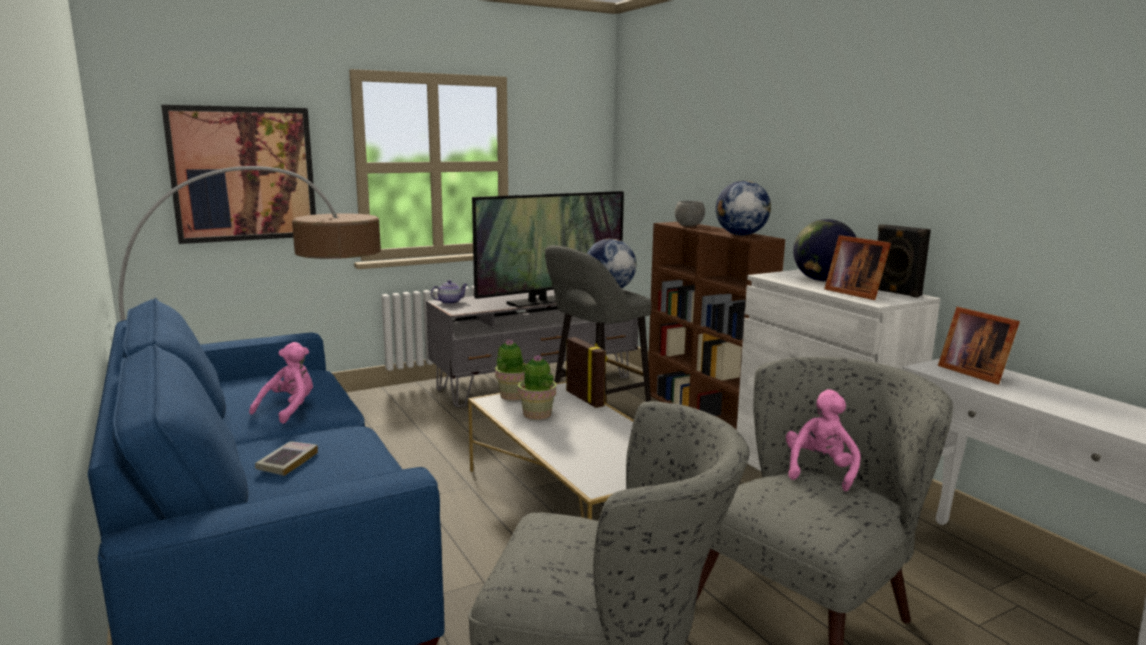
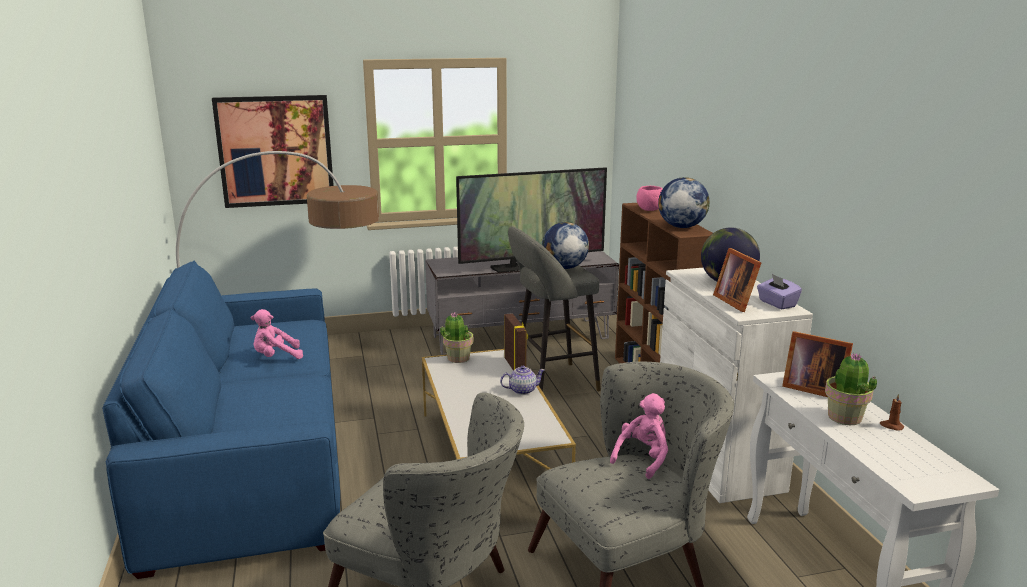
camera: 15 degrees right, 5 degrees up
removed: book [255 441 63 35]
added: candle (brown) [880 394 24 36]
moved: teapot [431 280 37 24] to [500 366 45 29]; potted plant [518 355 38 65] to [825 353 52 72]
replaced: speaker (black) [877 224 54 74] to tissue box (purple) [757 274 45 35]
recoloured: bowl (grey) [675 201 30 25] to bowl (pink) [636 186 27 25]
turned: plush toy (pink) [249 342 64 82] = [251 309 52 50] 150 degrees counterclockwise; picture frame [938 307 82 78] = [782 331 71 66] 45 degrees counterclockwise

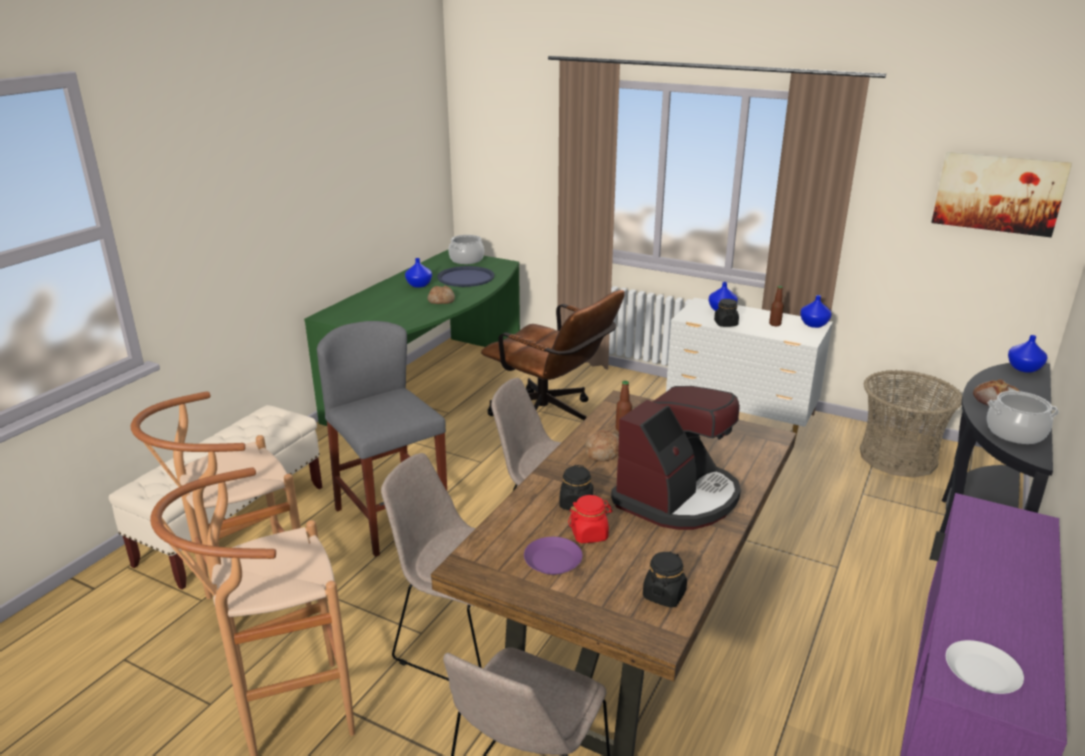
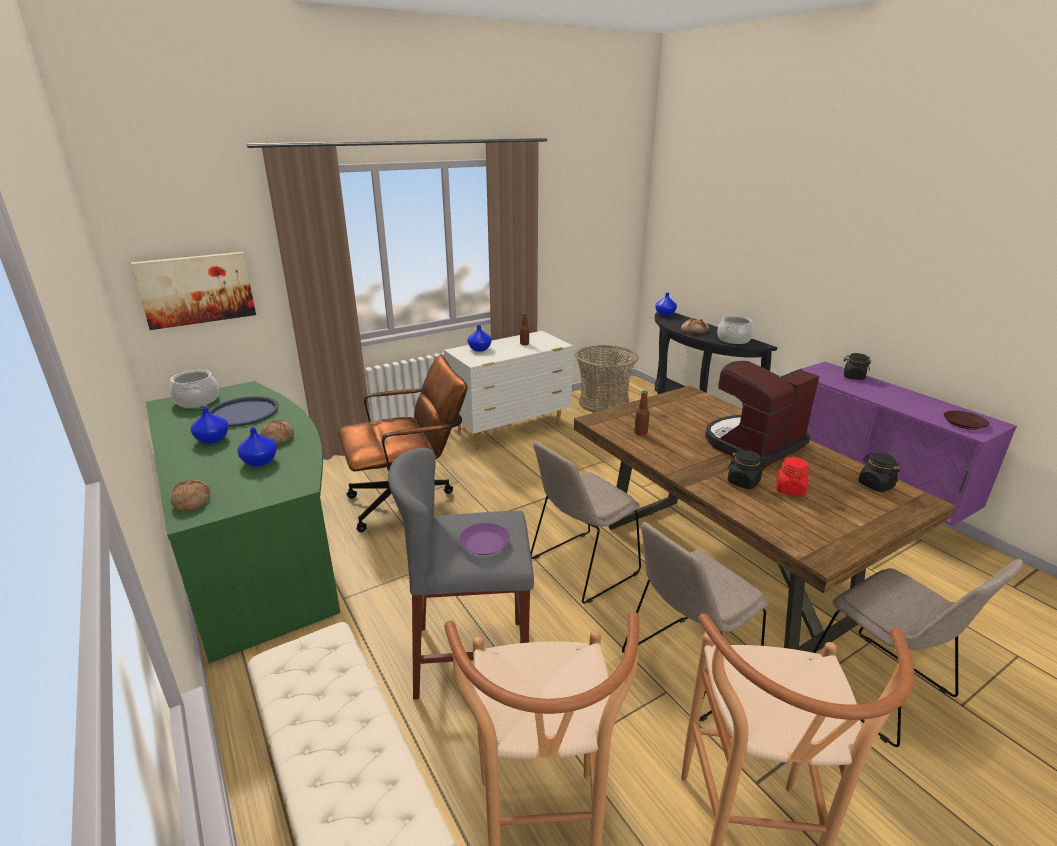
camera: 60 degrees left, 0 degrees up
moved: plate (purple) [524 537 58 38] to [459 523 51 32]; bread [585 430 34 32] to [171 479 39 32]; jar (black) [714 299 25 28] to [844 353 27 27]; vase (blue) [800 295 32 33] to [237 427 40 40]; picture [931 152 141 85] to [131 252 125 78]
recoloured: plate (white) [946 640 78 54] to plate (brown) [944 411 45 19]
turned: coffee machine [611 386 130 144] = [705 361 115 107] 105 degrees counterclockwise

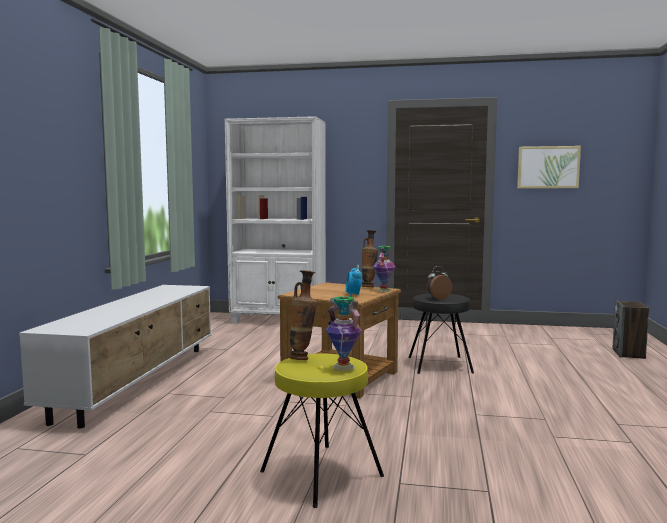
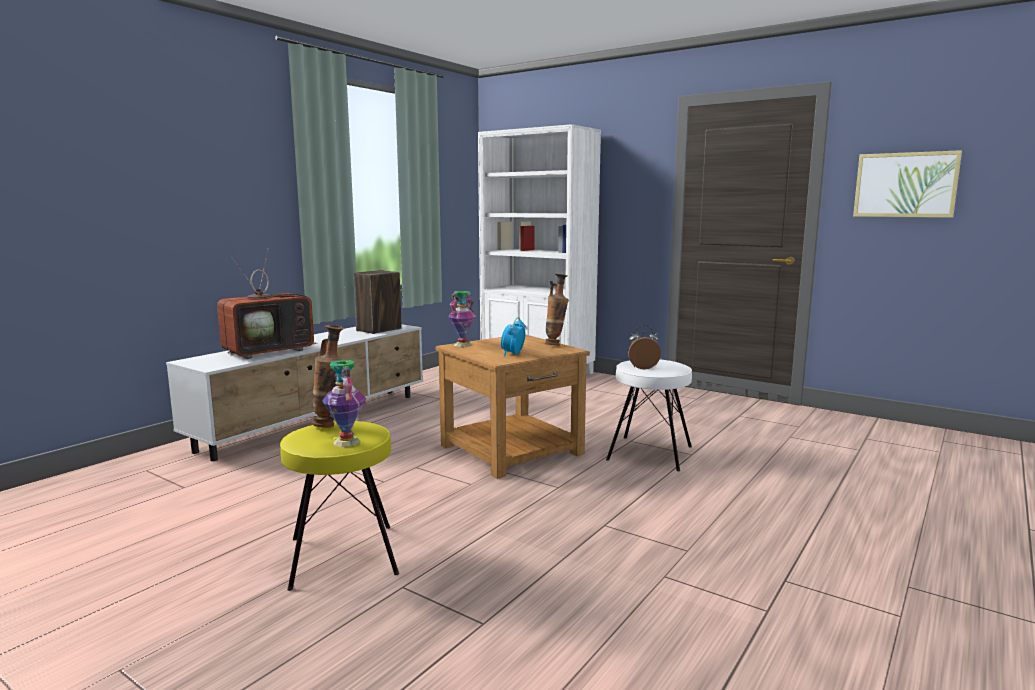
camera: 25 degrees right, 5 degrees up
added: television [217 248 101 111]
moved: vase [373 246 23 46] to [448 291 28 56]; speaker [612 300 37 59] to [353 270 49 64]
recoloured: stool (black) [408 293 66 81] to stool (white) [606 359 86 112]

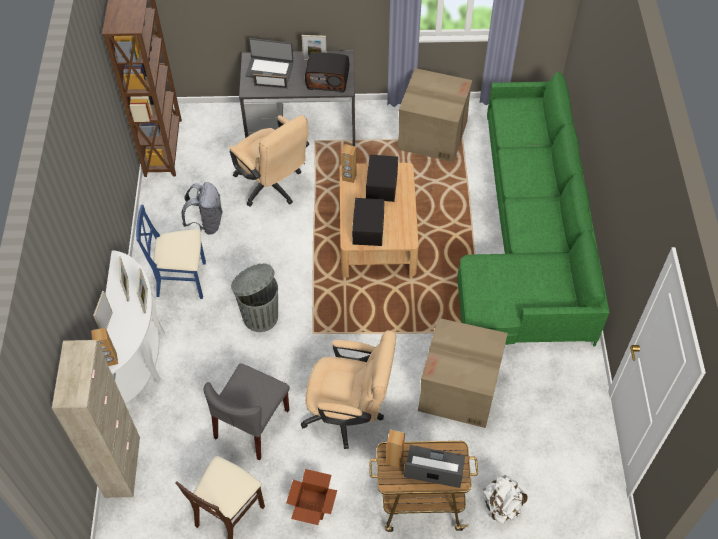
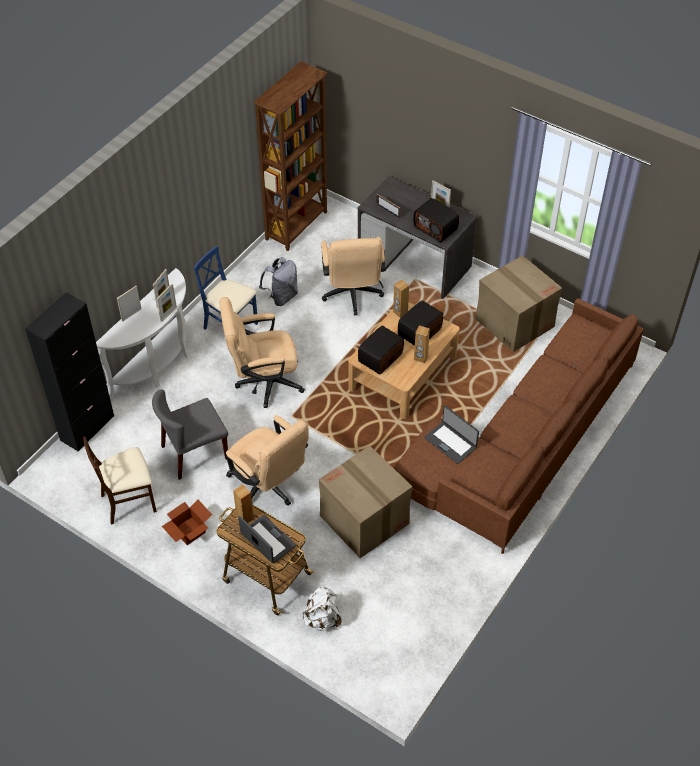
camera: 35 degrees right, 5 degrees down
moved: speaker (brown) [91 328 27 38] to [414 326 16 37]; laptop [245 38 48 44] to [424 405 55 59]
replaced: trash can (grey) [231 263 47 69] to office chair (beige) [219 297 86 111]
recoloured: cabinet (beige) [52 340 88 158] to cabinet (black) [25 292 89 160]; sofa (green) [457 72 152 275] to sofa (brown) [394 298 250 256]

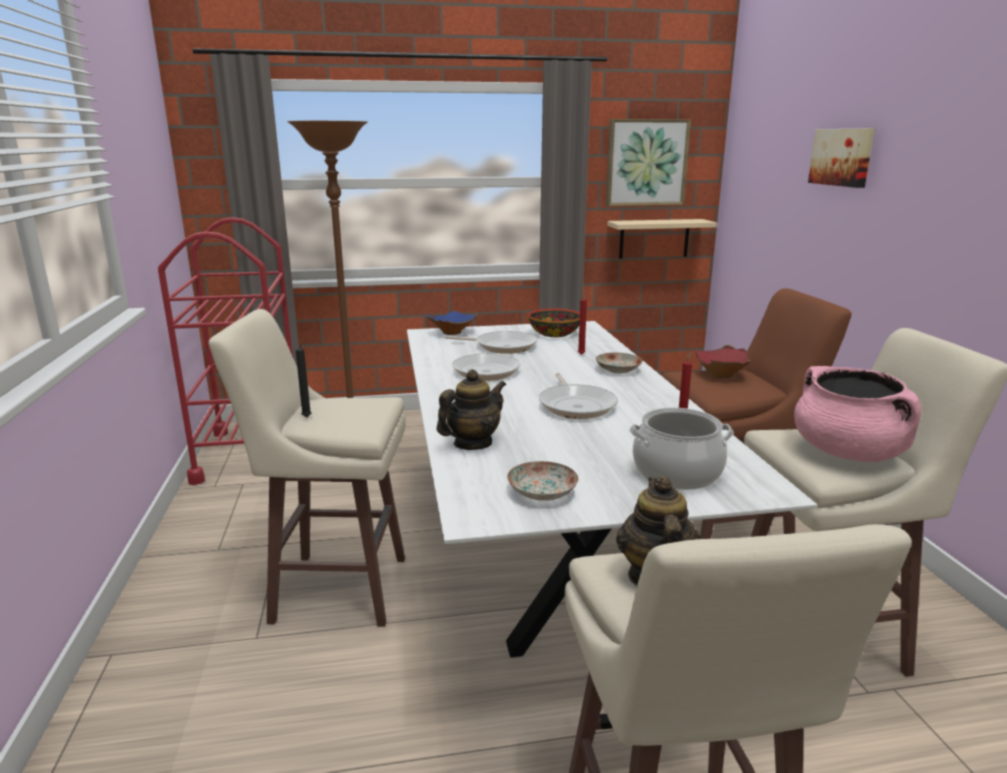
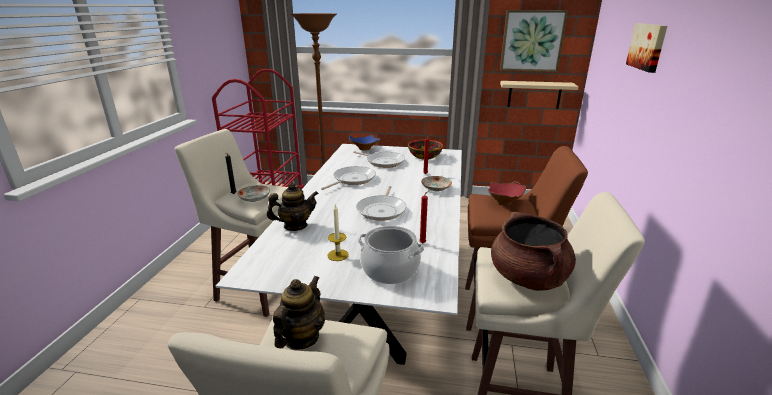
camera: 20 degrees right, 5 degrees up
added: candle [327 204 22 57]
moved: plate [507 461 72 40] to [237 185 33 17]
recoloured: cooking pot (pink) [794 366 127 96] to cooking pot (brown) [491 212 85 79]

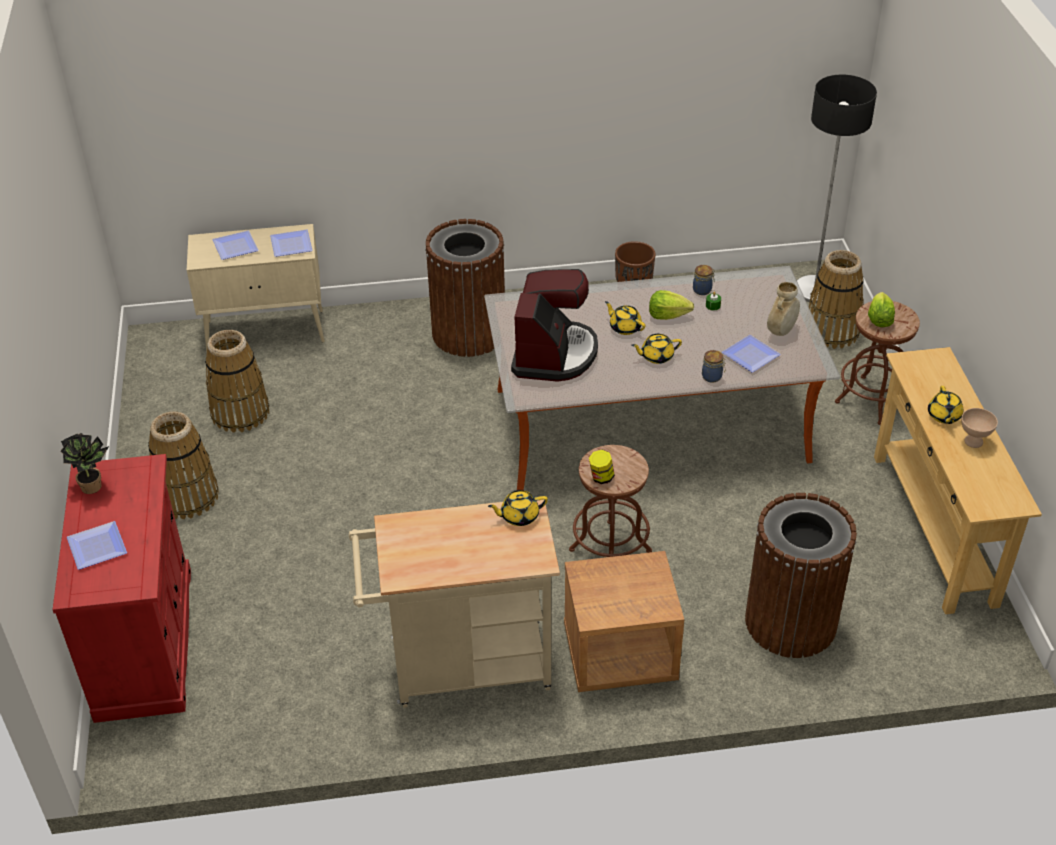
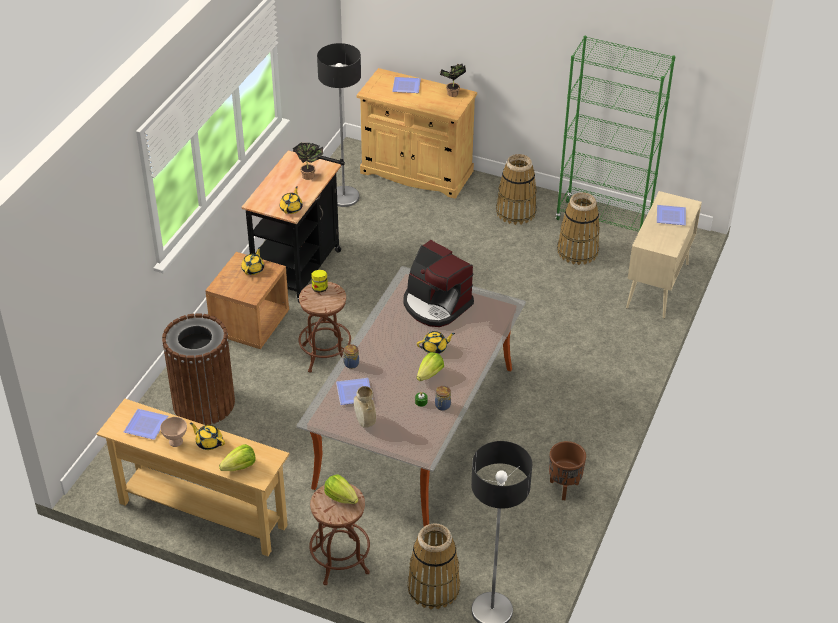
camera: 120 degrees right, 0 degrees up
removed: trash can (brown) [425 219 80 138]
added: lettuce [219 444 36 27]; potted plant [293 143 30 37]; floor lamp [317 43 44 164]; bookcase (green) [555 36 120 196]
moved: plate [270 230 43 27] to [124 409 44 31]; teapot (yellow) [631 334 51 30] to [241 247 23 28]
recoloured: cabinet (red) [52 454 139 269] to cabinet (beige) [356 68 121 131]; cart (beige) [349 500 211 208] to cart (black) [242 150 103 153]

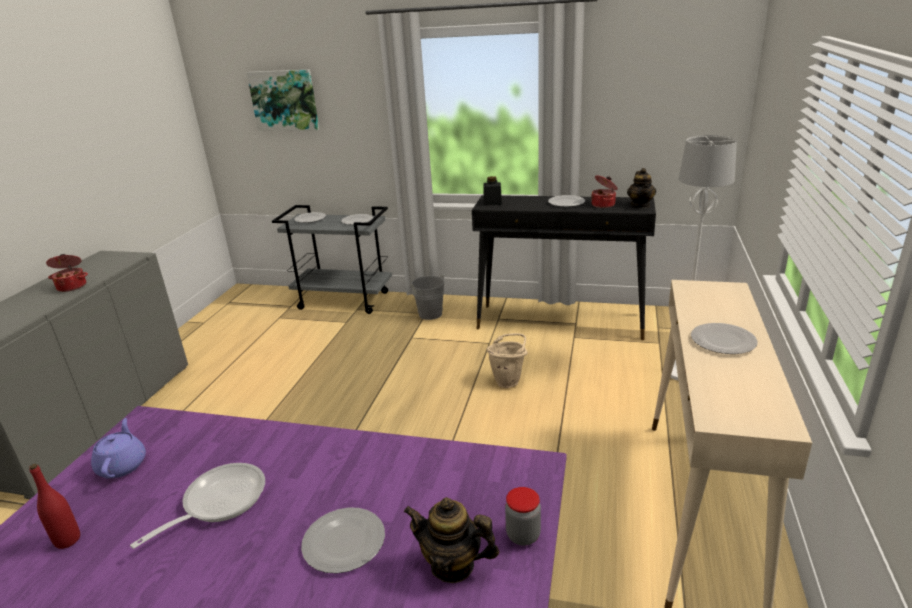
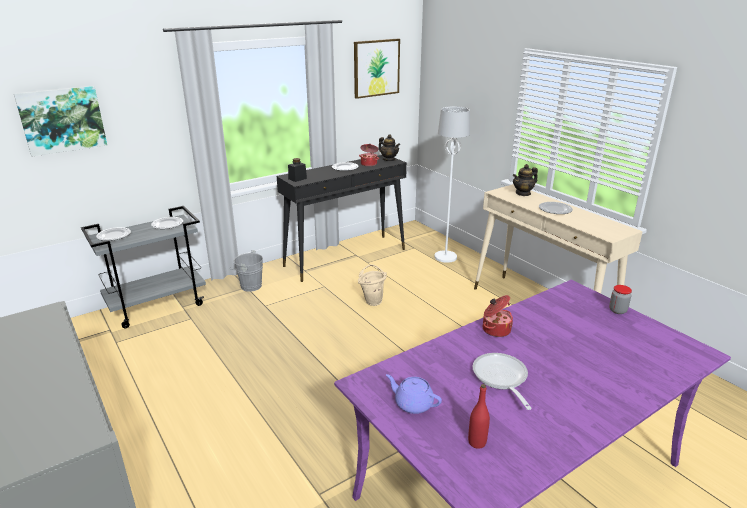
camera: 50 degrees left, 0 degrees up
removed: plate [301 507 84 66]
added: picture [354 39 46 60]
moved: cooking pot [46 254 42 38] to [483 295 30 42]; teapot [404 497 95 86] to [513 164 25 32]

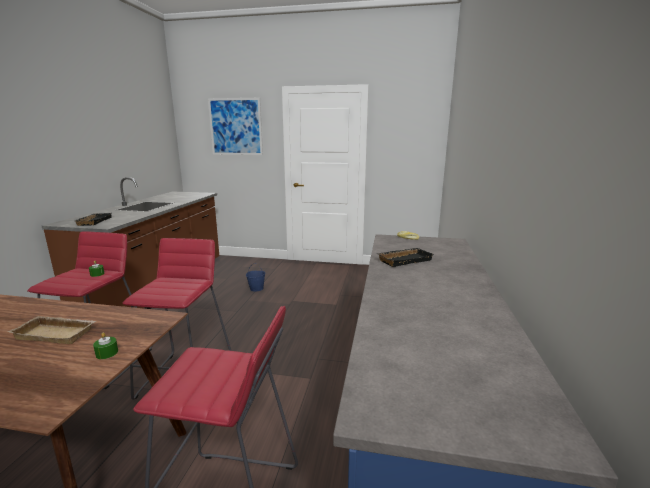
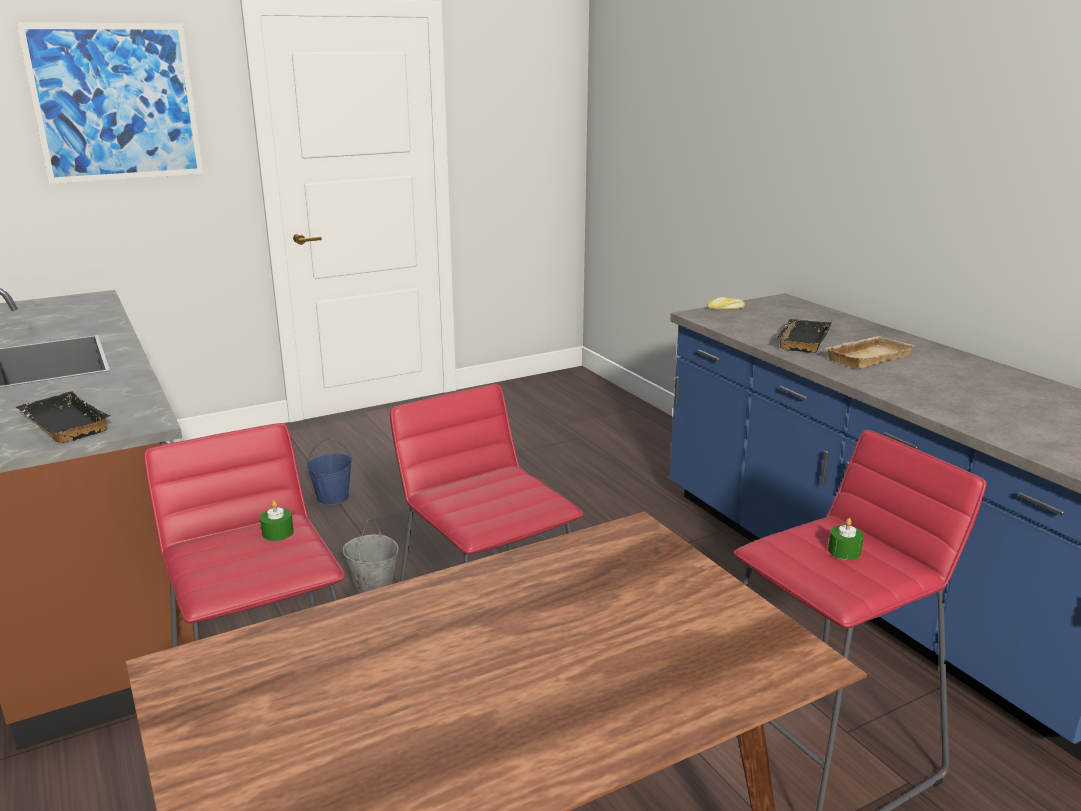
camera: 40 degrees left, 5 degrees up
added: bucket (grey) [343 519 56 75]
moved: tray (beige) [8 316 88 28] to [825 336 90 33]; candle (green) [93 332 25 27] to [828 518 36 42]

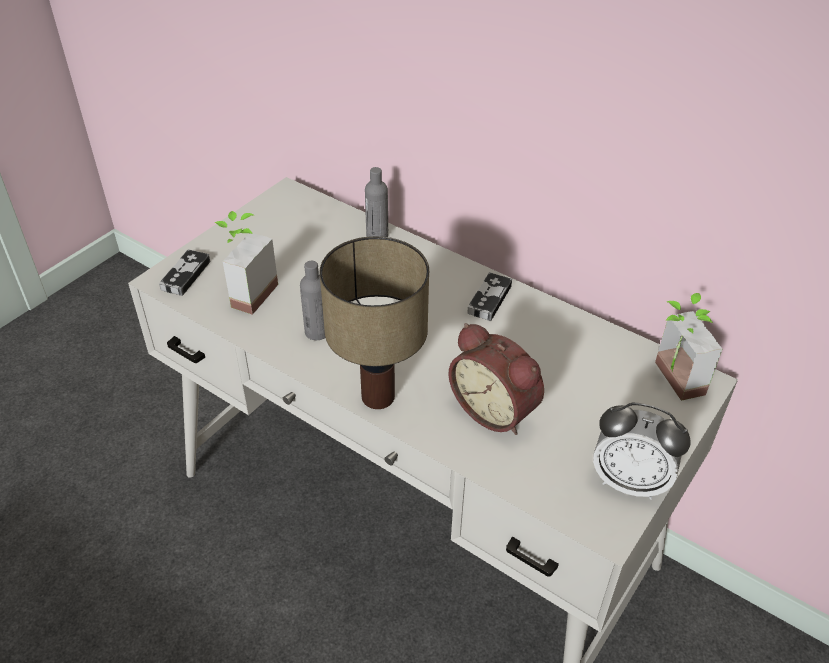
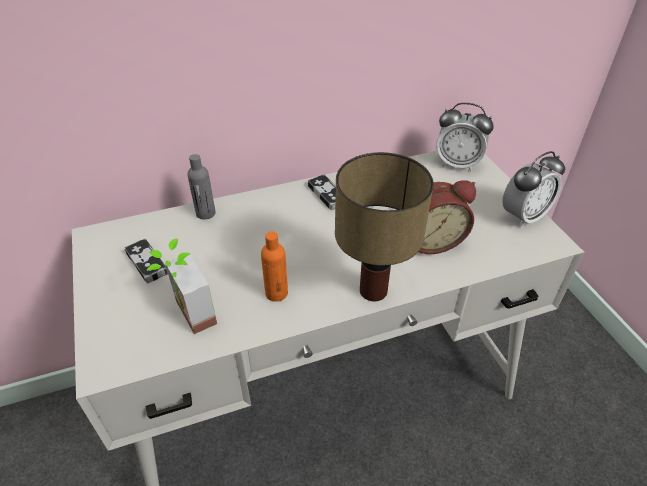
camera: 55 degrees left, 0 degrees up
moved: game controller [159 249 51 47] to [125 239 43 44]
replaced: potted plant [655 293 67 108] to alarm clock [436 103 58 68]
recoloured: bottle (grey) [300 261 25 79] to bottle (orange) [261 231 27 71]

